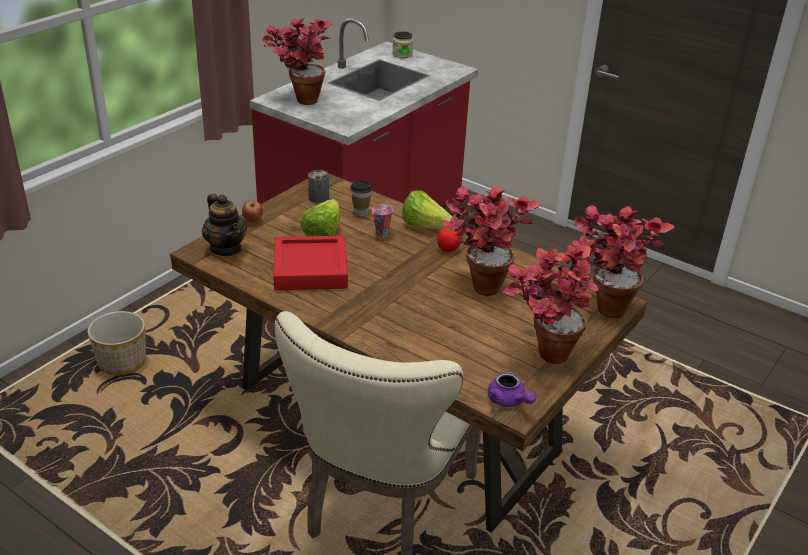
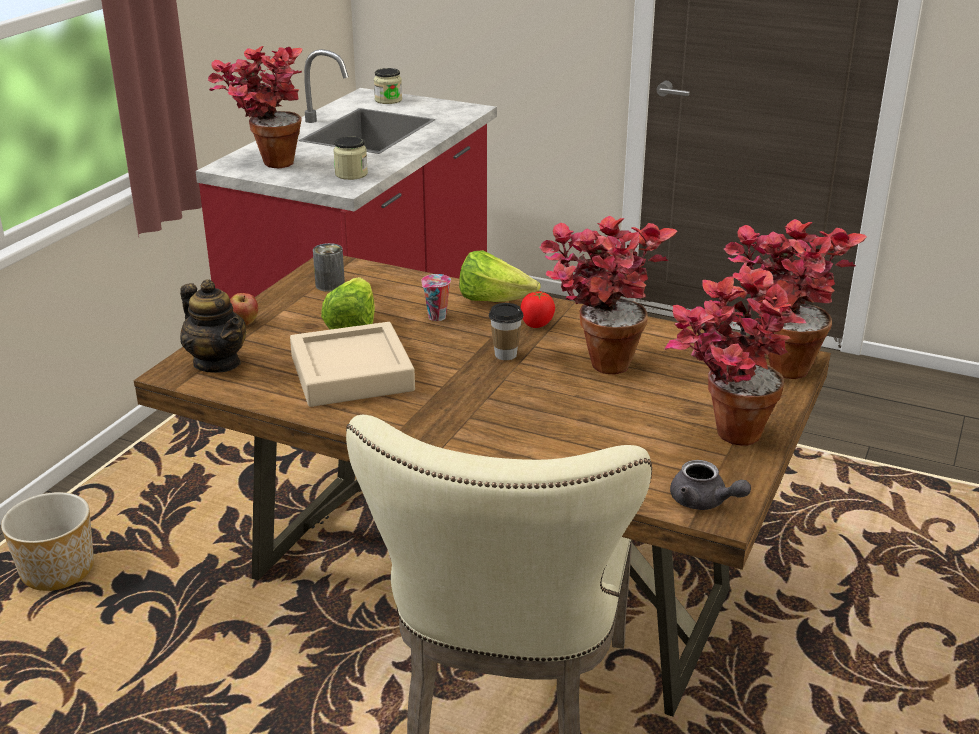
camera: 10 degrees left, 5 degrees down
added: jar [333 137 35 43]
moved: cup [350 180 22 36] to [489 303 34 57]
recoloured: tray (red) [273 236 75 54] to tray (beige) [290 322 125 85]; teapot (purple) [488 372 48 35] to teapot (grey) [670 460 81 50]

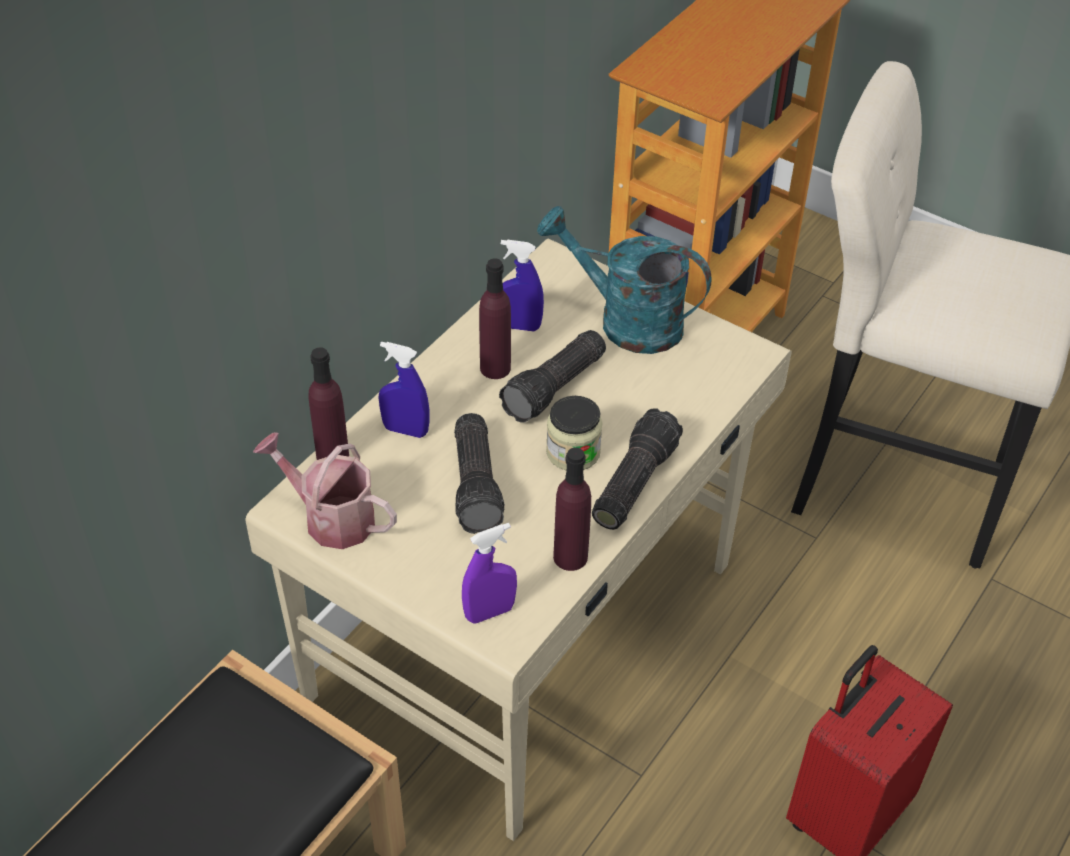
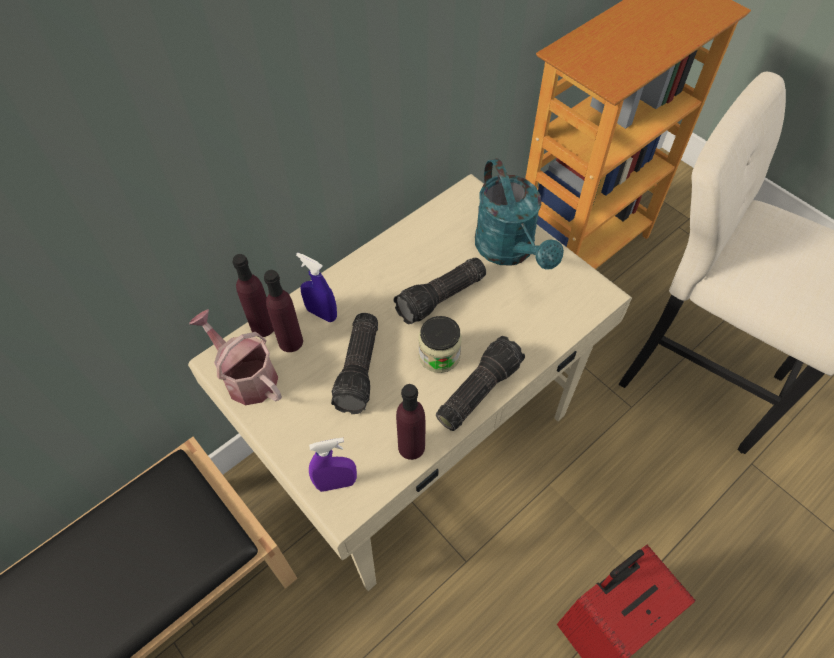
camera: 15 degrees right, 10 degrees up
removed: spray bottle (blue) [501 239 43 92]
moved: bottle (purple) [479 258 32 121] to [264 270 39 82]
turned: watering can (turquoise) [537 206 175 148] = [475 158 89 112] 150 degrees counterclockwise

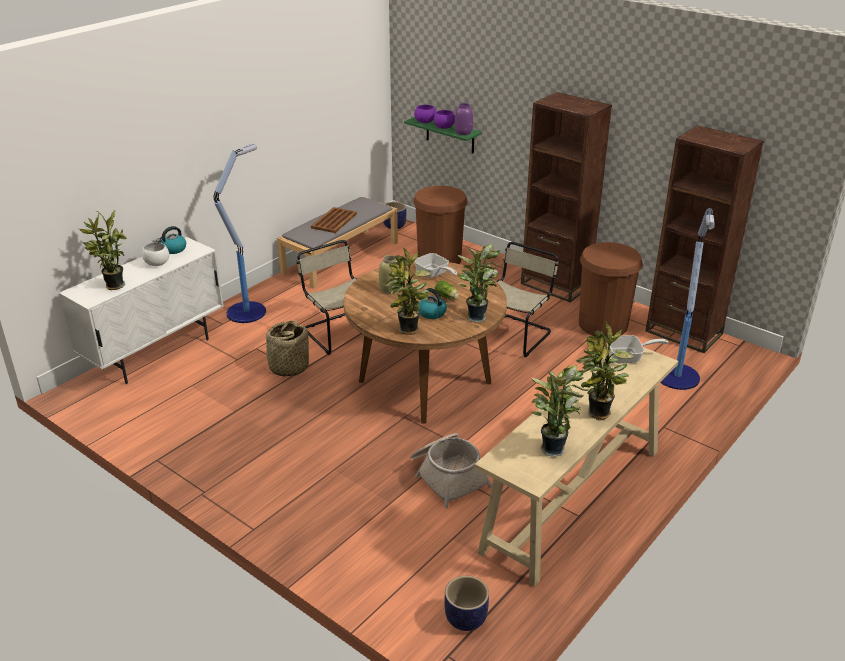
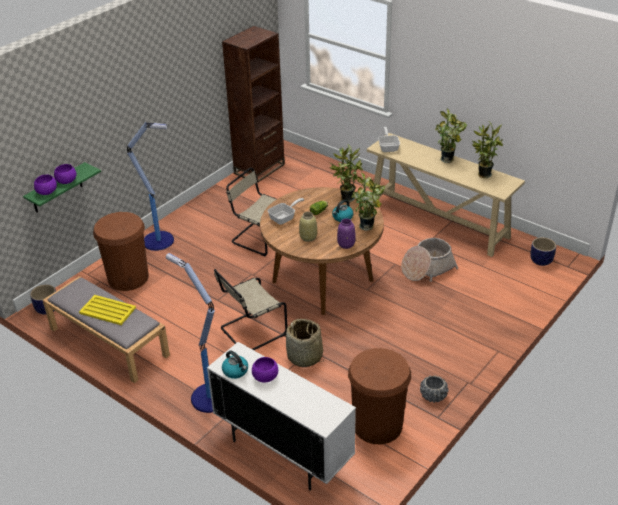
camera: 90 degrees left, 5 degrees up
removed: potted plant [79 210 48 80]; bookcase (brown) [521 92 91 210]
added: planter (grey) [420 376 29 27]
moved: vase (purple) [455 103 18 32] to [337 218 19 31]; trash can (brown) [579 242 64 94] to [348 348 63 97]; floor lamp [660 208 55 182] to [127 122 47 129]
recoloured: bowl (white) [142 242 27 24] to bowl (purple) [252 357 26 26]; tray (brown) [311 207 46 26] to tray (yellow) [79 295 57 30]

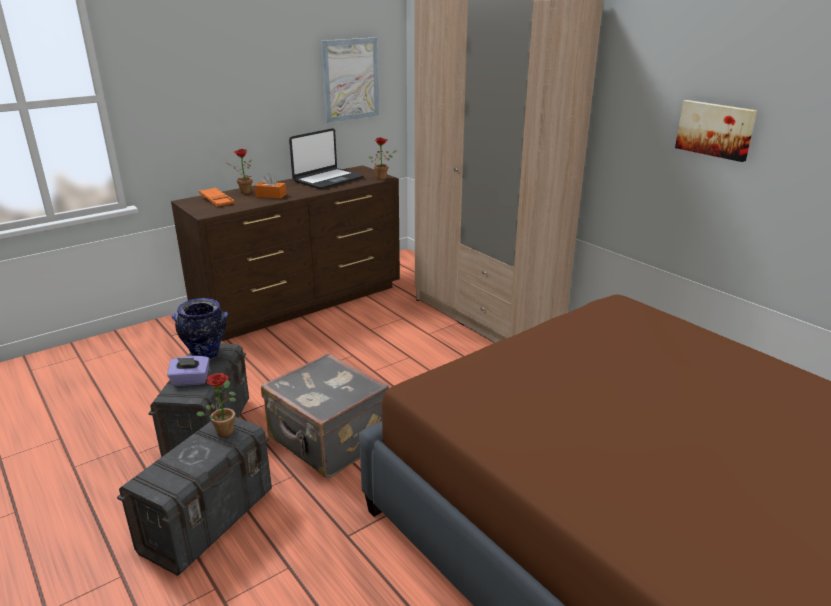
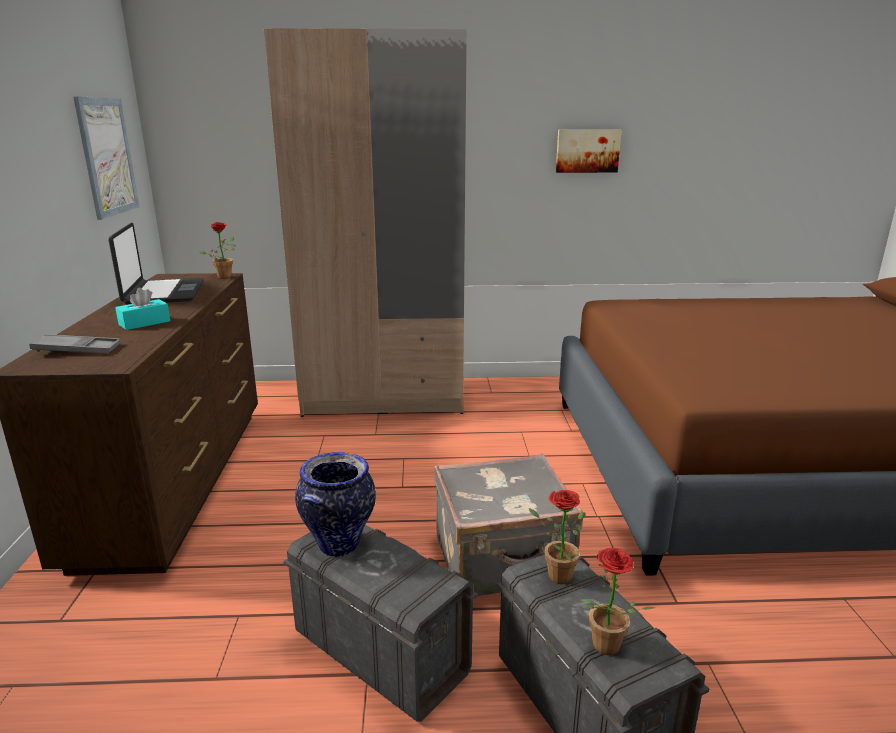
camera: 55 degrees left, 5 degrees down
removed: tissue box (purple) [167 356 42 30]
moved: potted plant [227 149 26 45] to [581 548 74 107]
recoloured: tray (orange) [199 187 36 20] to tray (grey) [29 334 92 20]; tissue box (orange) [254 173 32 26] to tissue box (turquoise) [115 288 55 42]

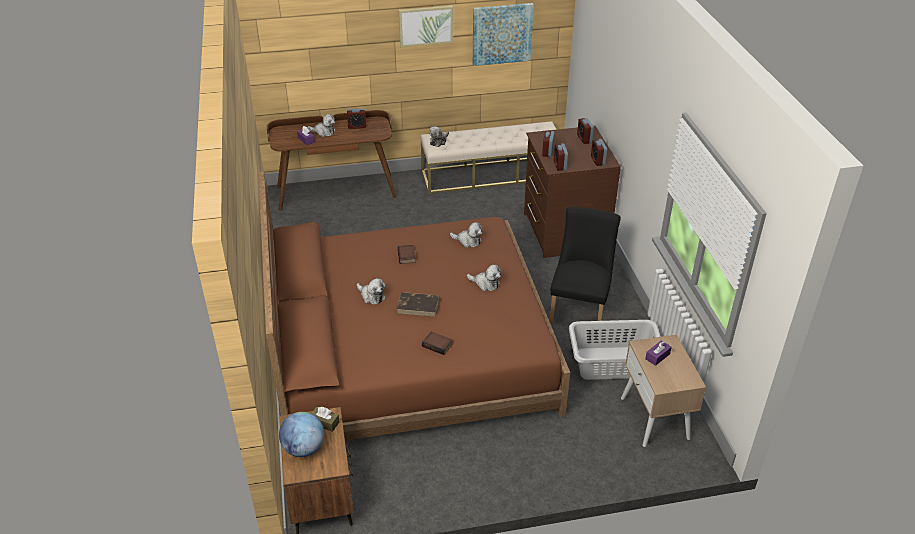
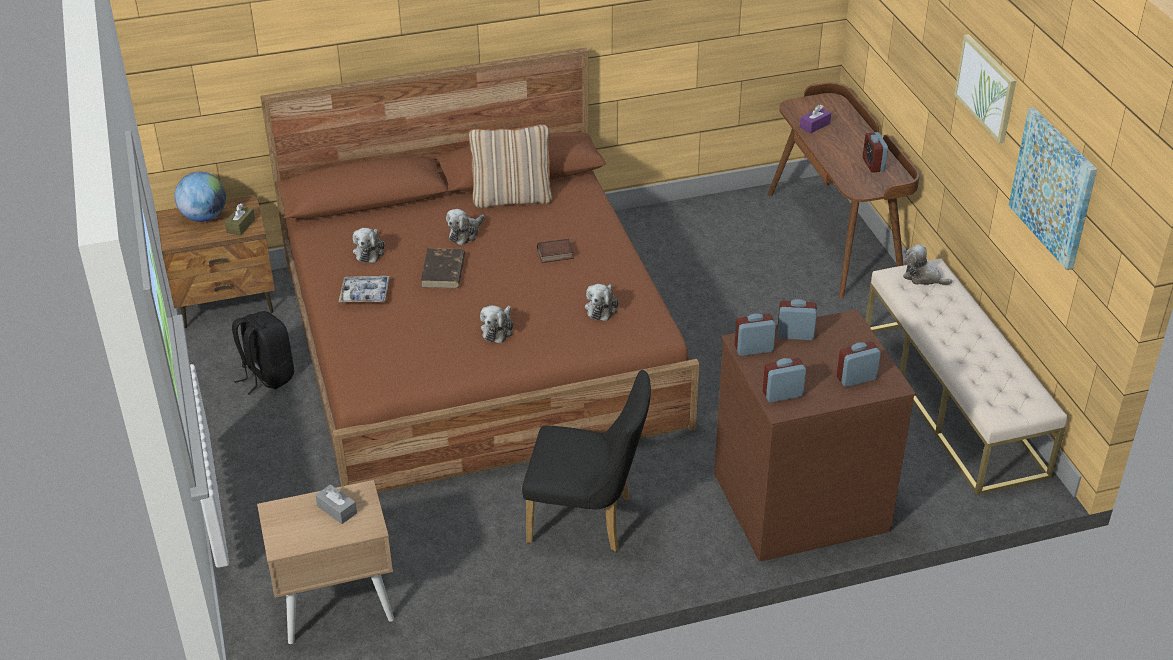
camera: 85 degrees right, 0 degrees up
removed: laundry basket (grey) [569 320 92 60]
added: backpack (black) [232 311 62 84]; pillow (beige) [468 124 84 84]
moved: plush toy [308 114 27 23] to [353 228 32 35]
replaced: book [422 332 30 23] to tray [339 276 51 27]
recoloured: tissue box (purple) [645 340 27 26] to tissue box (grey) [315 484 42 40]

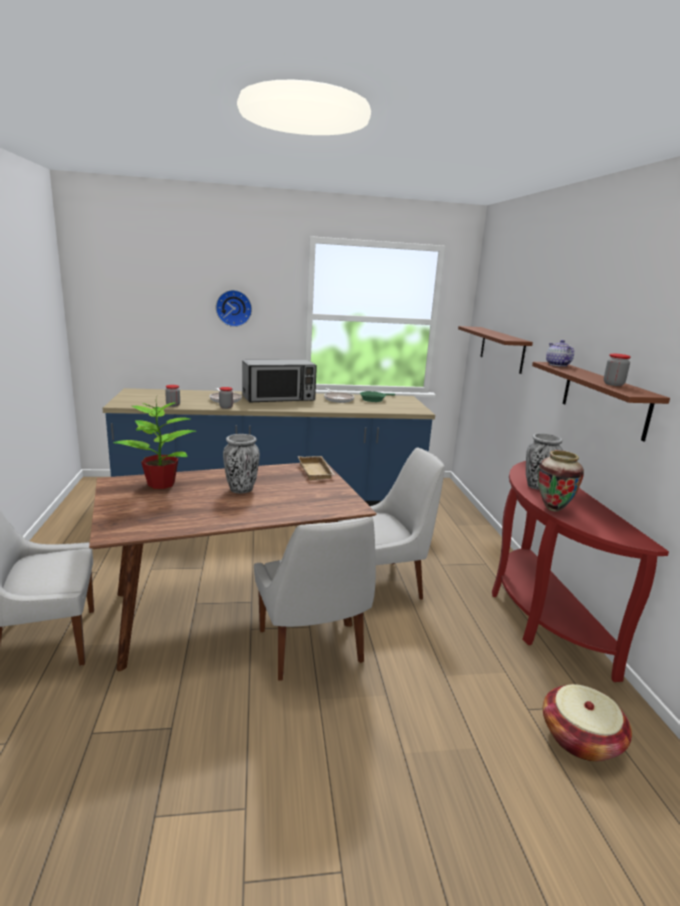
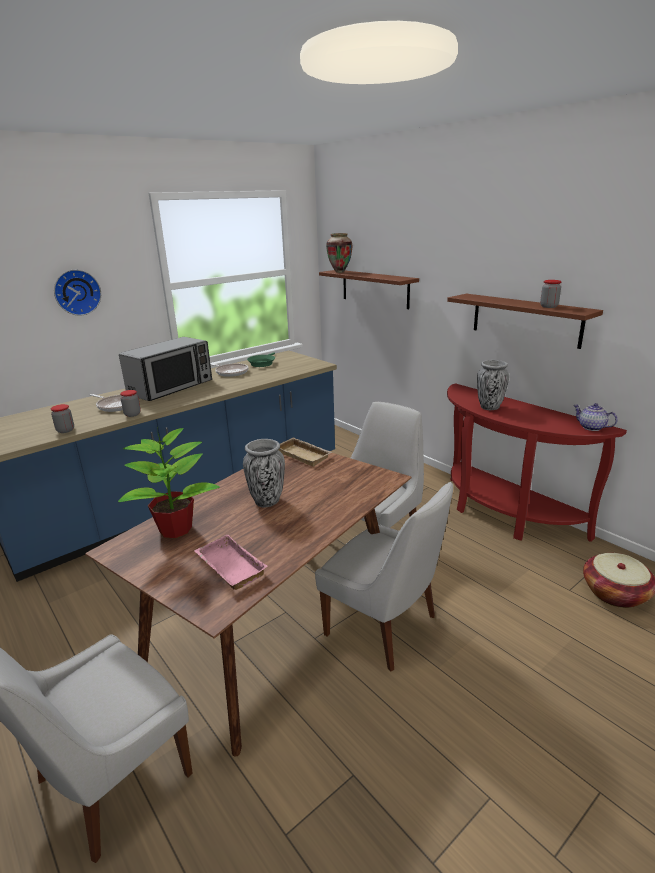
camera: 30 degrees left, 5 degrees up
added: tray (pink) [194 535 74 55]
moved: vase [538 450 46 62] to [326 233 27 40]; teapot [546 340 28 27] to [573 403 44 28]

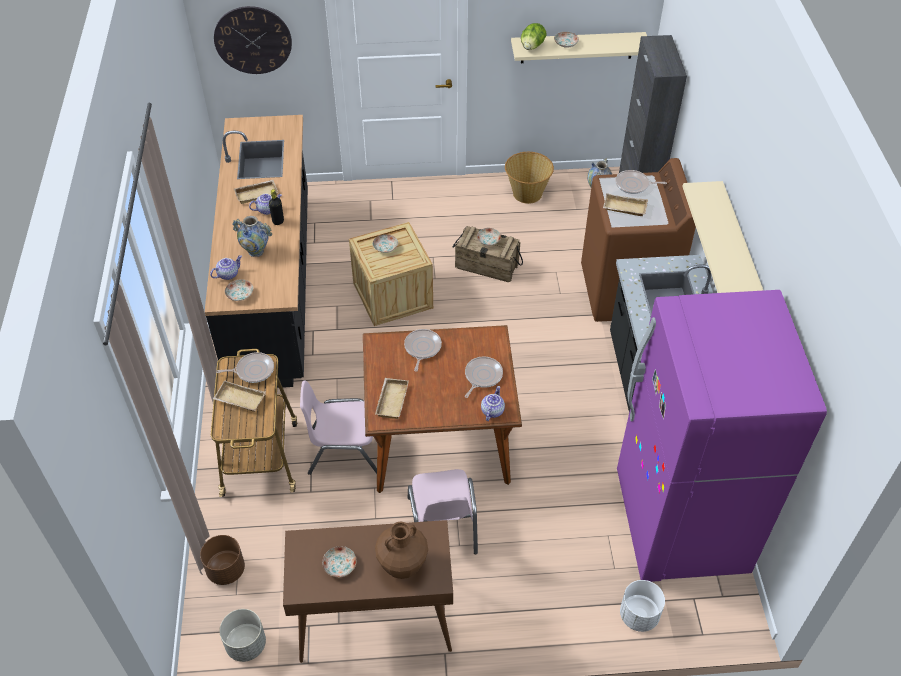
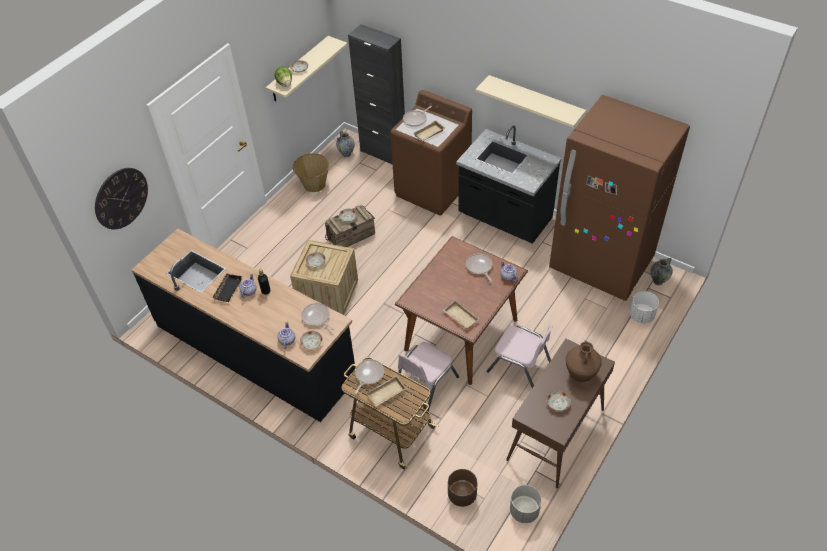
camera: 50 degrees left, 0 degrees up
moved: vase [233 216 39 41] to [650 257 23 28]; frying pan [404 329 38 43] to [301 303 33 27]
recoloured: tray (beige) [234 180 44 24] to tray (black) [212 274 30 28]; fridge (purple) [617 290 210 292] to fridge (brown) [549 95 141 206]

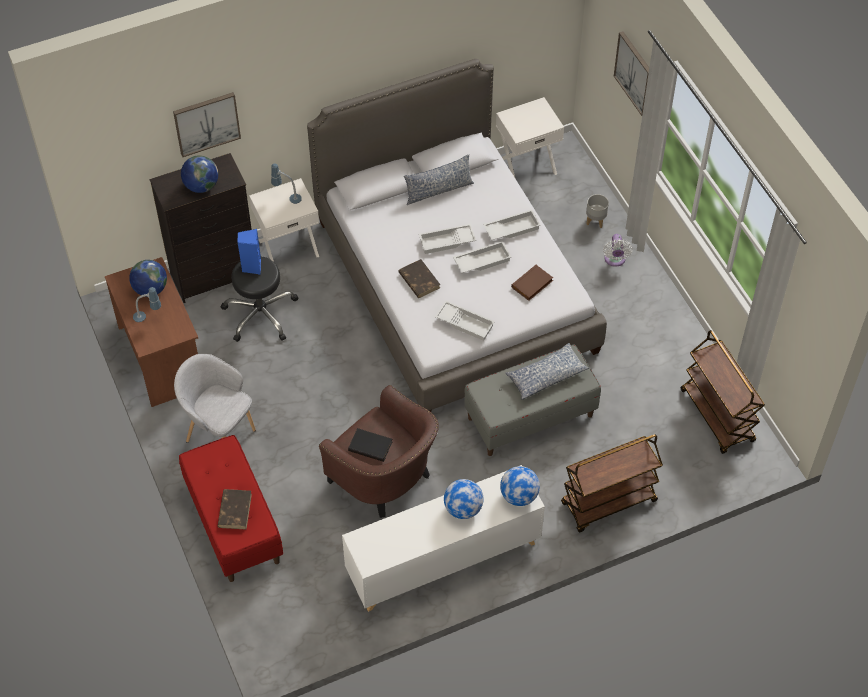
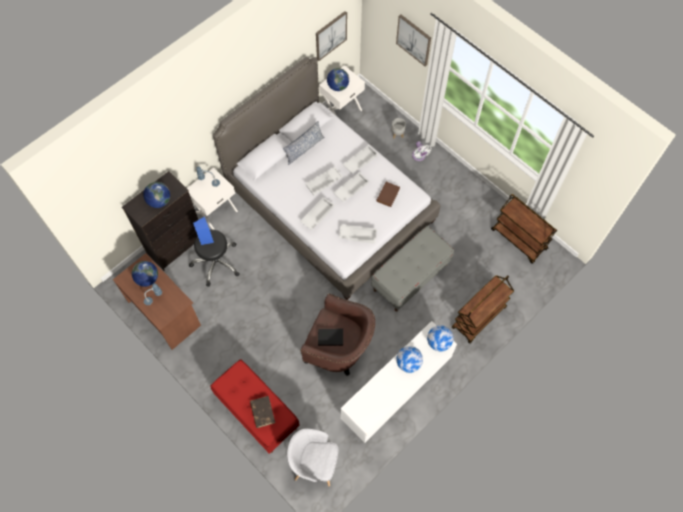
camera: 20 degrees left, 10 degrees up
removed: pillow [505 343 84 57]
added: globe [327 68 22 23]
moved: picture [173 92 68 65] to [316 11 31 50]; armchair (grey) [174 354 82 89] to [287 429 52 57]
replaced: book (brown) [398 259 42 39] to tray (white) [300 197 34 33]

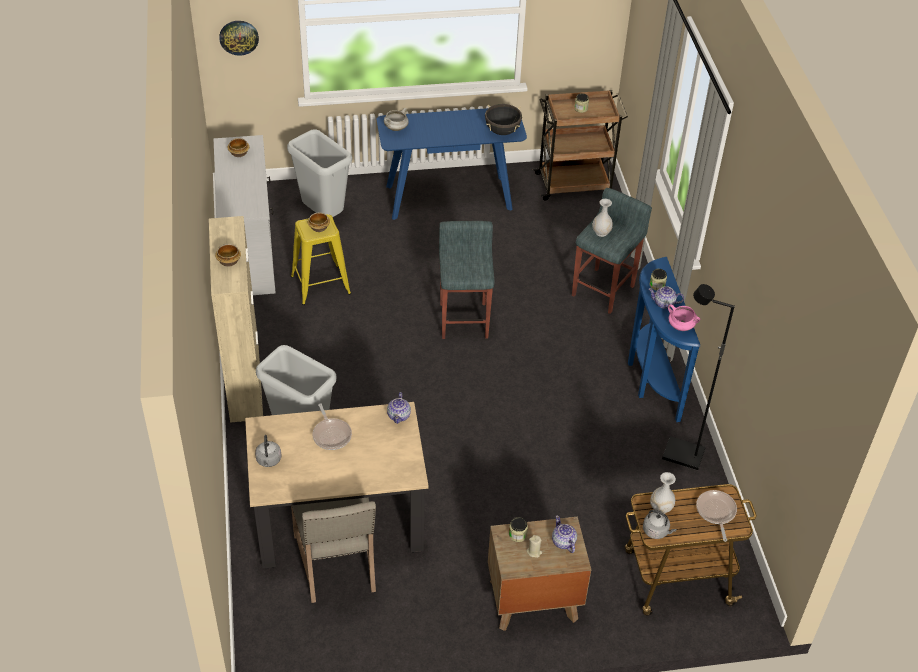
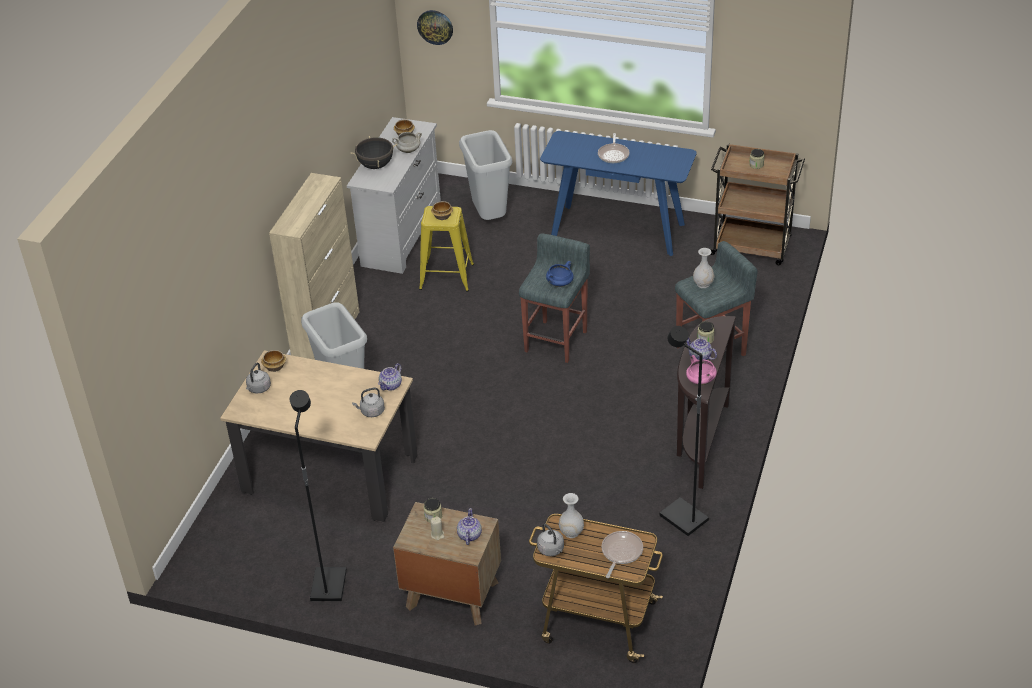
camera: 30 degrees right, 5 degrees down
removed: chair (beige) [291 497 85 106]
added: floor lamp (black) [290 390 57 211]; kettle (grey) [352 388 33 29]; cooking pot (blue) [546 261 28 26]
moved: bowl [215 244 26 23] to [261 350 25 22]; frying pan [313 403 39 47] to [598 133 31 30]; cooking pot (white) [384 108 25 23] to [392 132 30 21]; cooking pot (black) [485 104 37 31] to [351 136 46 33]
recoloured: console table (blue) [628 257 72 165] to console table (brown) [677 316 59 173]

